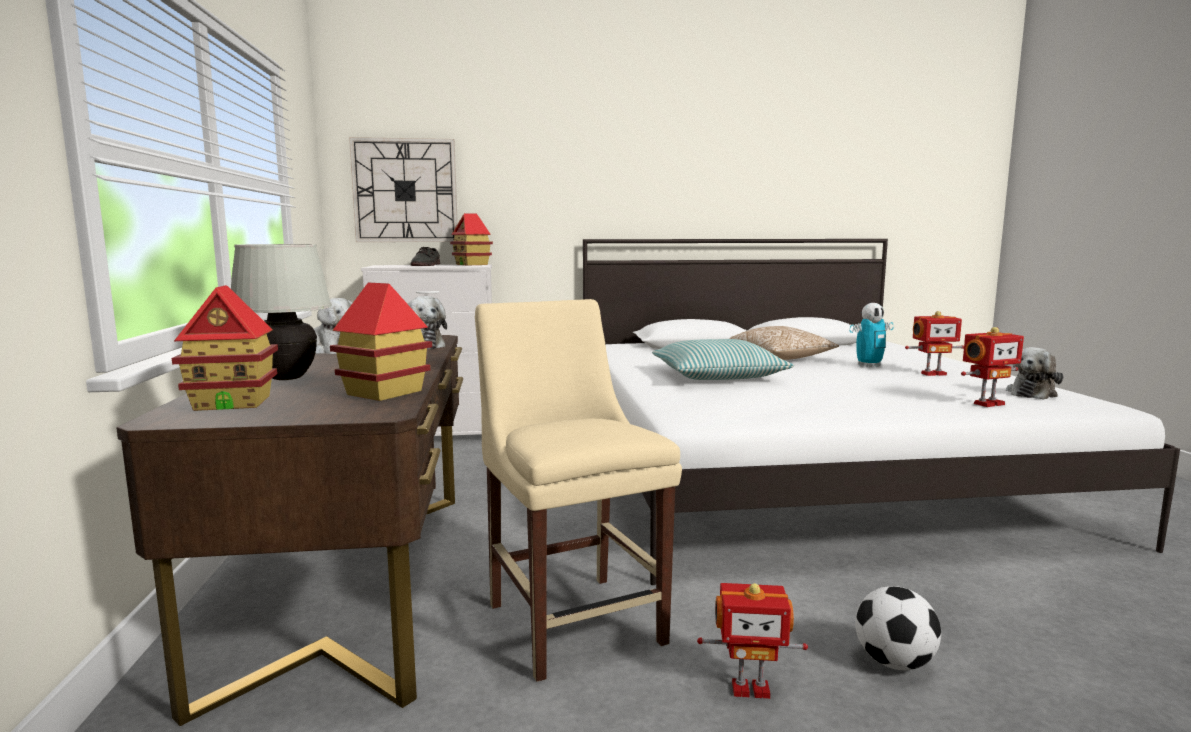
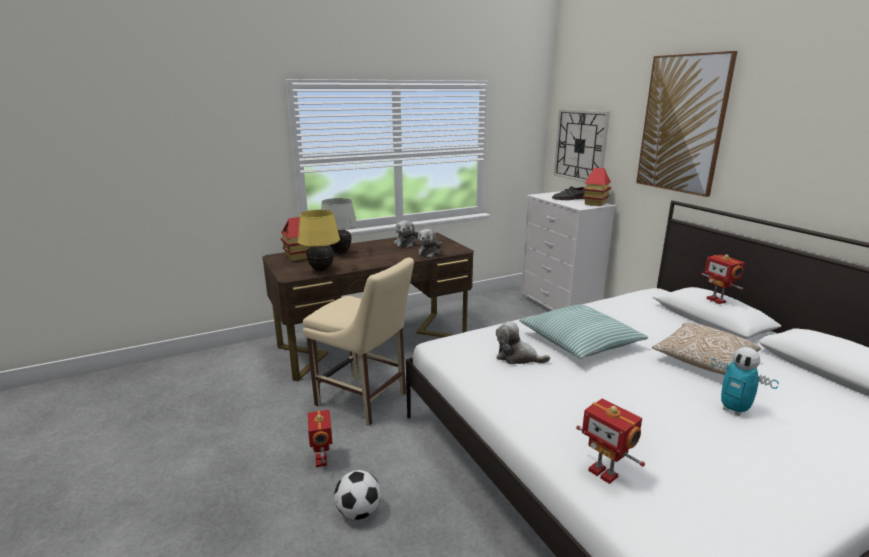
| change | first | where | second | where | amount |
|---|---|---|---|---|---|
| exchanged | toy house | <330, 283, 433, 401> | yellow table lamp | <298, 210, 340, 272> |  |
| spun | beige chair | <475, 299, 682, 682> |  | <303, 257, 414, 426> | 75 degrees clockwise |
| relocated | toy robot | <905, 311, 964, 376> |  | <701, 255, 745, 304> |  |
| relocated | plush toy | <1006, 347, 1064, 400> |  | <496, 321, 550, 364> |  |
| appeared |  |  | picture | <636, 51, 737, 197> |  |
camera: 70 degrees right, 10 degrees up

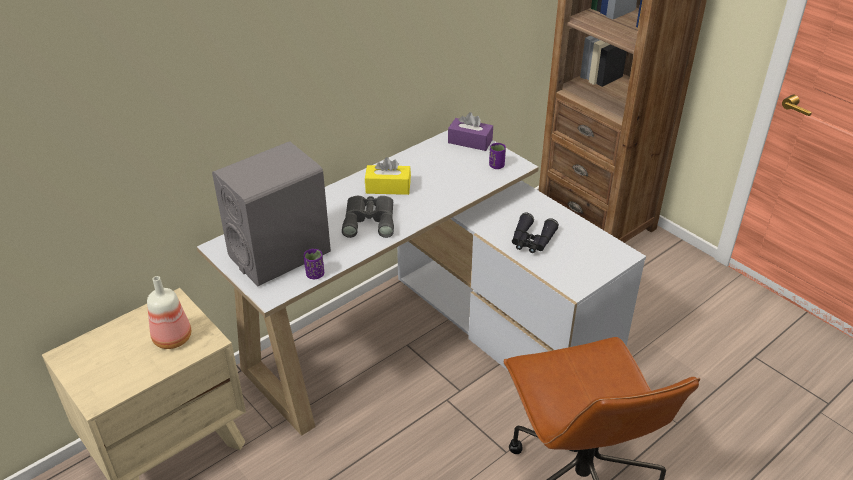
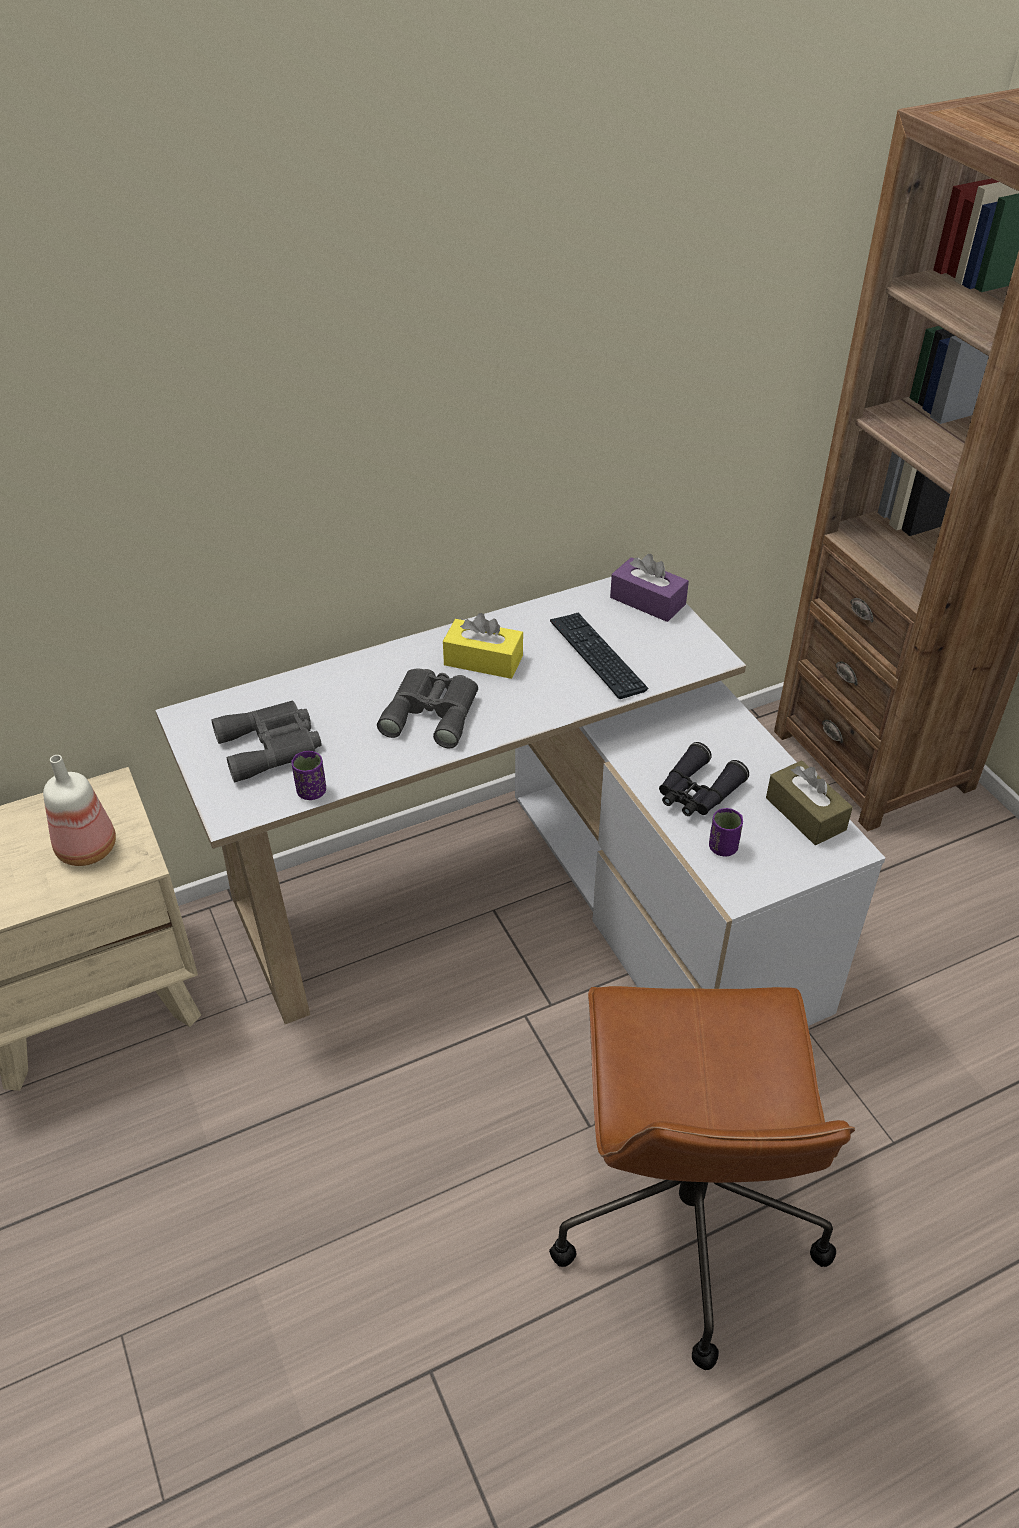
| change | first | where | second | where | amount |
|---|---|---|---|---|---|
| exchanged | grey speaker | <212, 141, 331, 286> | grey binoculars | <211, 700, 322, 783> |  |
| relocated | purple cup | <489, 143, 506, 169> |  | <709, 808, 743, 856> |  |
| appeared |  |  | keyboard | <550, 613, 648, 699> |  |
| appeared |  |  | brown tissue box | <766, 760, 853, 845> |  |
camera: 15 degrees right, 5 degrees up

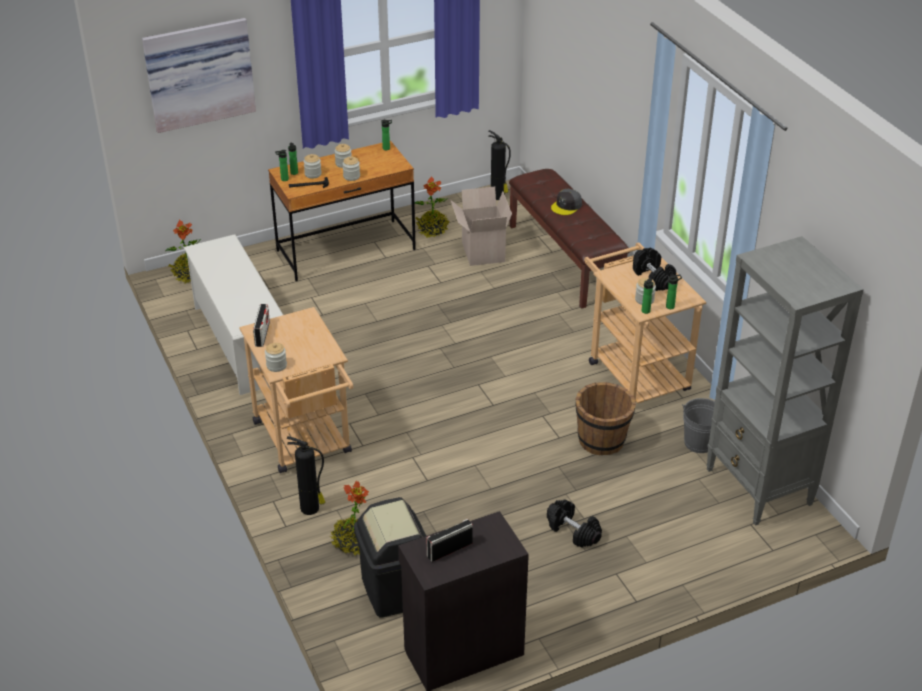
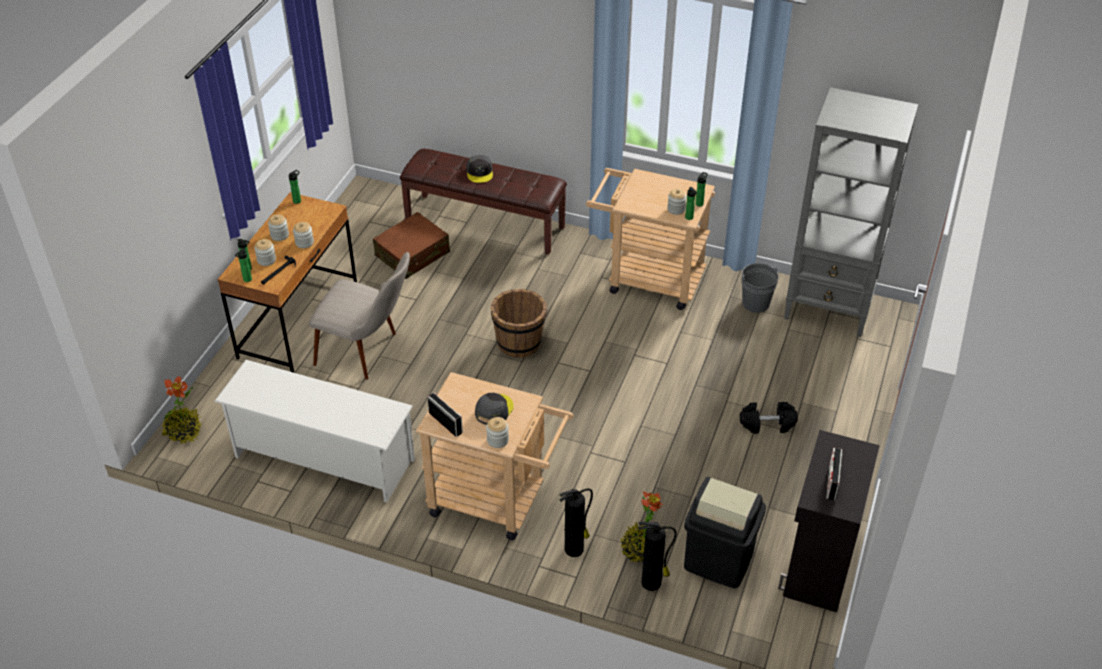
| change | first | where | second | where | amount |
|---|---|---|---|---|---|
| missing | picture | <142, 18, 256, 133> |  |  |  |
| relocated | fire extinguisher | <488, 130, 511, 200> |  | <638, 522, 677, 591> |  |
| missing | potted plant | <415, 177, 449, 238> |  |  |  |
| exchanged | cardboard box | <451, 187, 512, 266> | brown suitcase | <373, 212, 450, 279> |  |
| missing | black dumbbell | <633, 248, 676, 291> |  |  |  |
| relocated | brown bucket | <576, 382, 636, 456> |  | <491, 289, 547, 358> |  |
| appeared |  |  | beige chair | <309, 252, 410, 379> |  |
| appeared |  |  | grey cap | <475, 393, 514, 425> |  |
camera: 45 degrees left, 5 degrees up

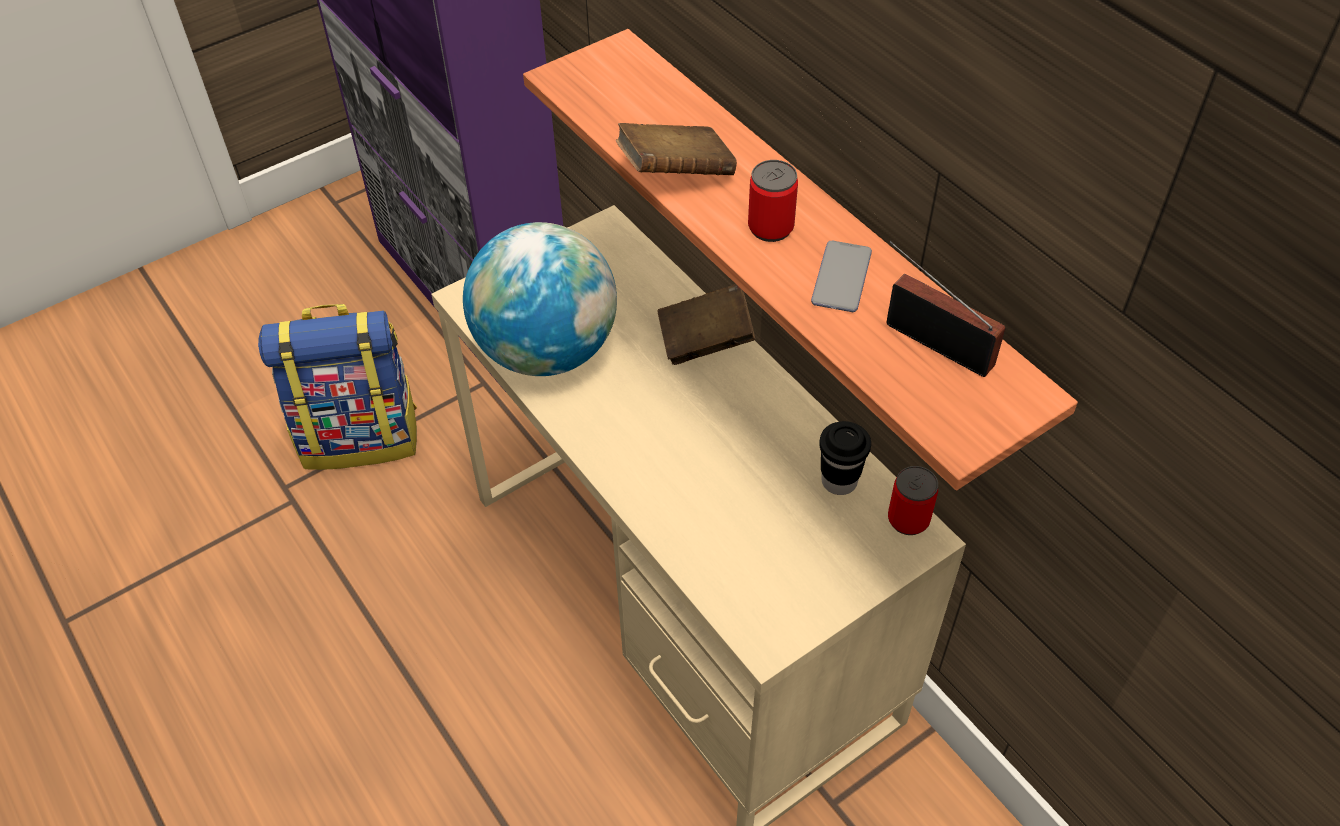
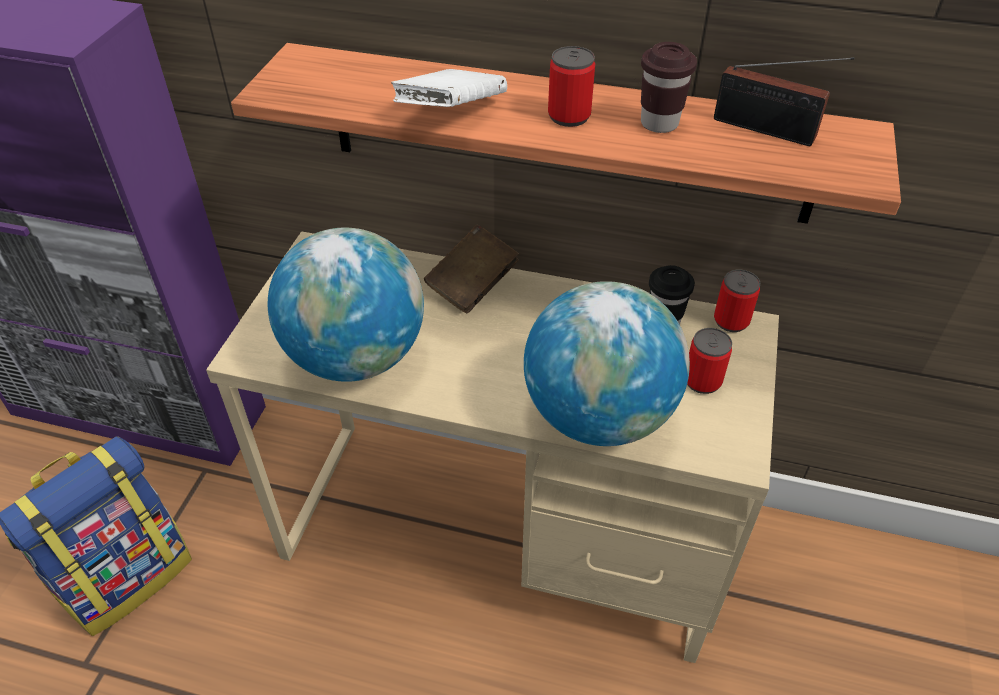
| change | first | where | second | where | amount |
|---|---|---|---|---|---|
| colour | brown book | <616, 123, 737, 175> | white book | <391, 69, 507, 107> |  |
| exchanged | phone | <811, 240, 872, 312> | brown cup | <641, 42, 697, 133> |  |
| spun | radio | <886, 241, 1006, 377> |  | <714, 57, 855, 146> | 150 degrees counterclockwise |
| appeared |  |  | globe | <524, 281, 690, 446> |  |
| appeared |  |  | can | <687, 328, 732, 394> |  |
camera: 40 degrees left, 5 degrees down

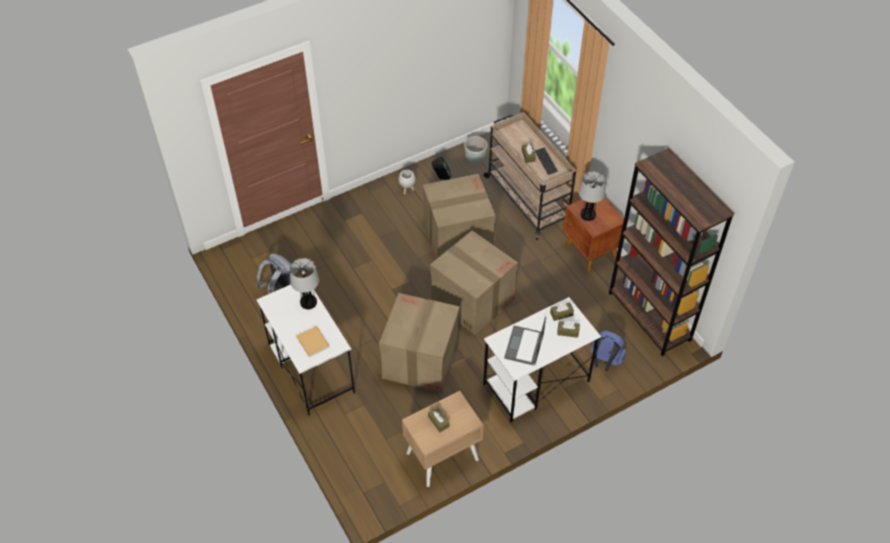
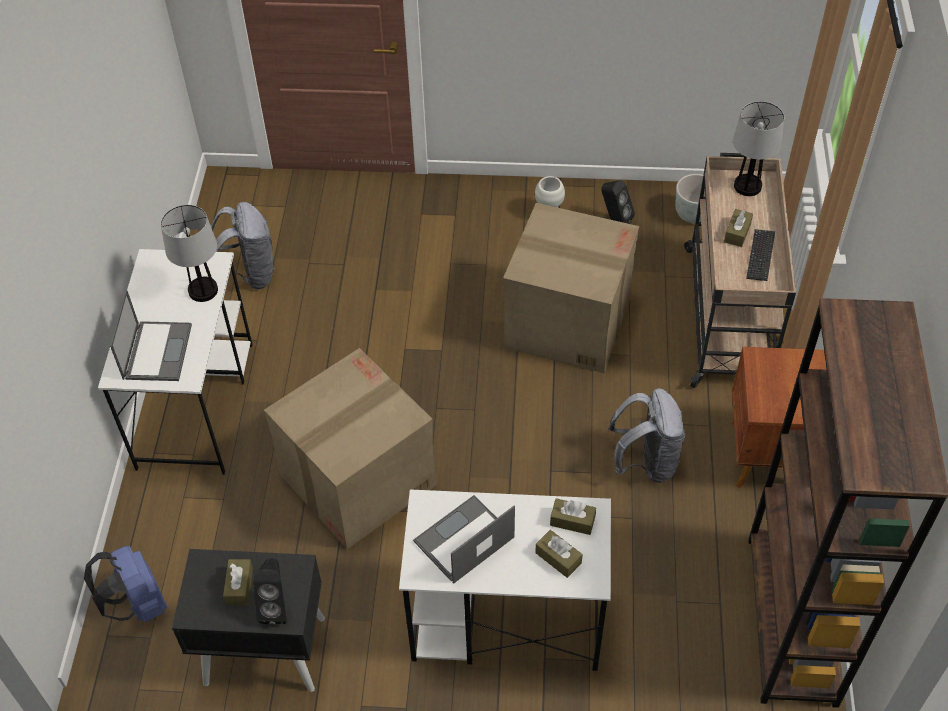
| change | first | where | second | where | amount |
|---|---|---|---|---|---|
| relocated | table lamp | <579, 171, 606, 221> |  | <733, 101, 784, 196> |  |
| missing | cardboard box | <430, 231, 518, 335> |  |  |  |
| exchanged | beige book | <296, 326, 329, 357> | laptop | <110, 290, 192, 381> |  |
| relocated | blue backpack | <591, 330, 626, 371> |  | <84, 545, 167, 622> |  |
| colour | beige nightstand | <402, 391, 484, 487> | black nightstand | <172, 549, 325, 692> |  |
| appeared |  |  | grey backpack | <608, 388, 685, 483> |  |
| appeared |  |  | black speaker | <253, 558, 287, 626> |  |
camera: 35 degrees right, 0 degrees up

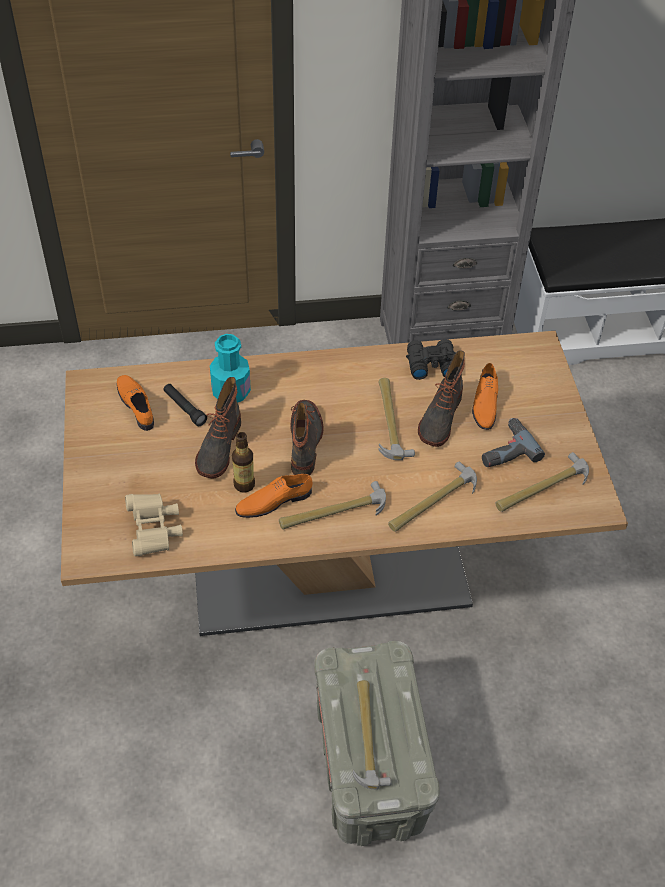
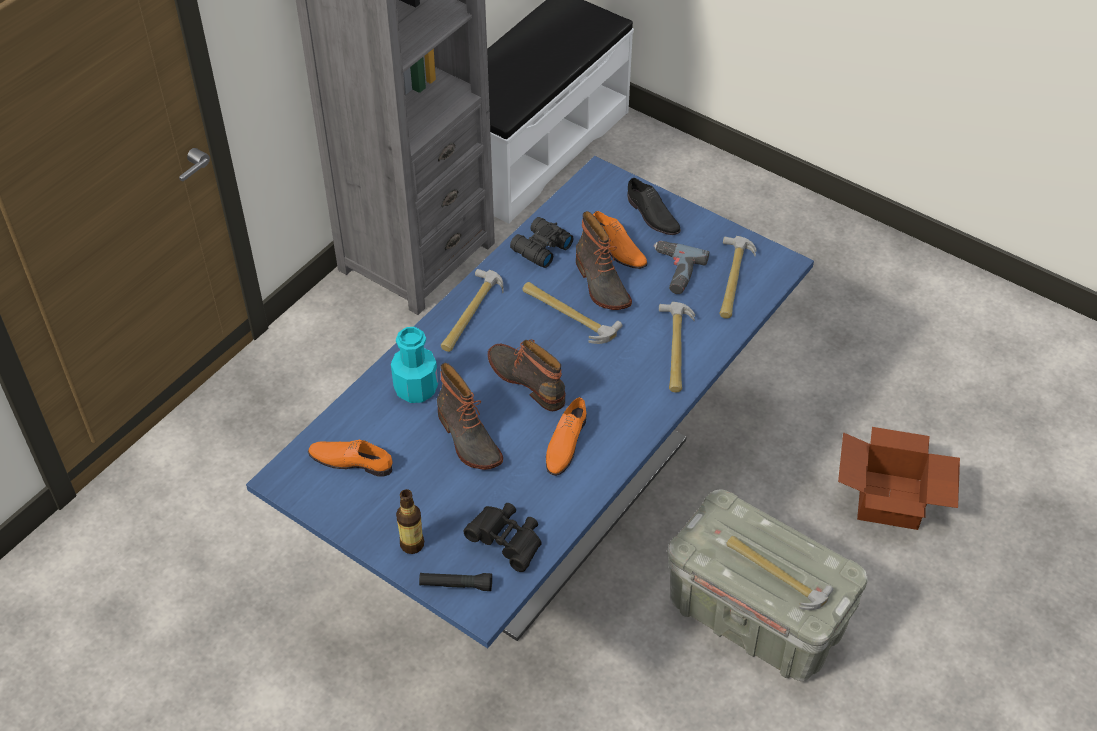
| change | first | where | second | where | amount |
|---|---|---|---|---|---|
| colour | beige dining table | <61, 331, 628, 636> | blue dining table | <246, 156, 814, 648> |  |
| relocated | black flashlight | <163, 384, 207, 426> |  | <419, 573, 492, 591> |  |
| relocated | bottle | <232, 432, 255, 493> |  | <396, 489, 424, 554> |  |
| relocated | hammer | <279, 481, 386, 529> |  | <441, 269, 503, 352> |  |
| colour | beige binoculars | <125, 493, 183, 556> | black binoculars | <464, 503, 542, 572> |  |
| appeared |  |  | black shoe | <627, 178, 681, 235> |  |
| appeared |  |  | cardboard box | <838, 427, 960, 530> |  |
camera: 45 degrees left, 0 degrees up

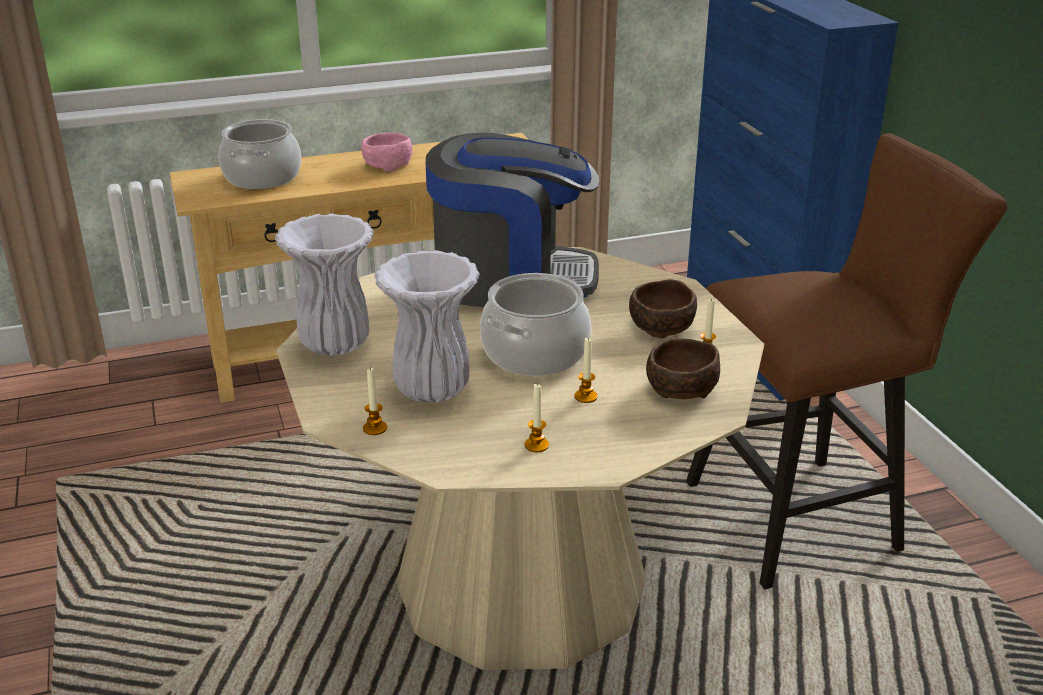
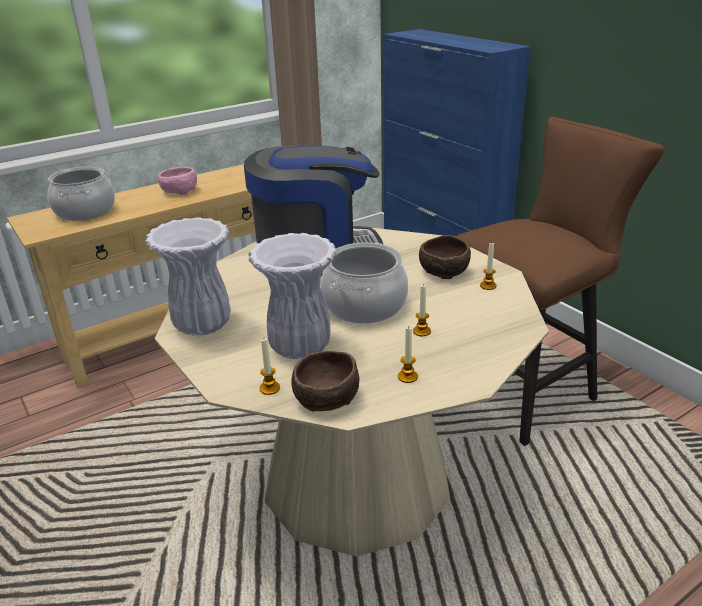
| change | first | where | second | where | amount |
|---|---|---|---|---|---|
| relocated | brown bowl | <646, 338, 720, 399> |  | <291, 351, 359, 411> |  |
camera: 15 degrees left, 0 degrees up

